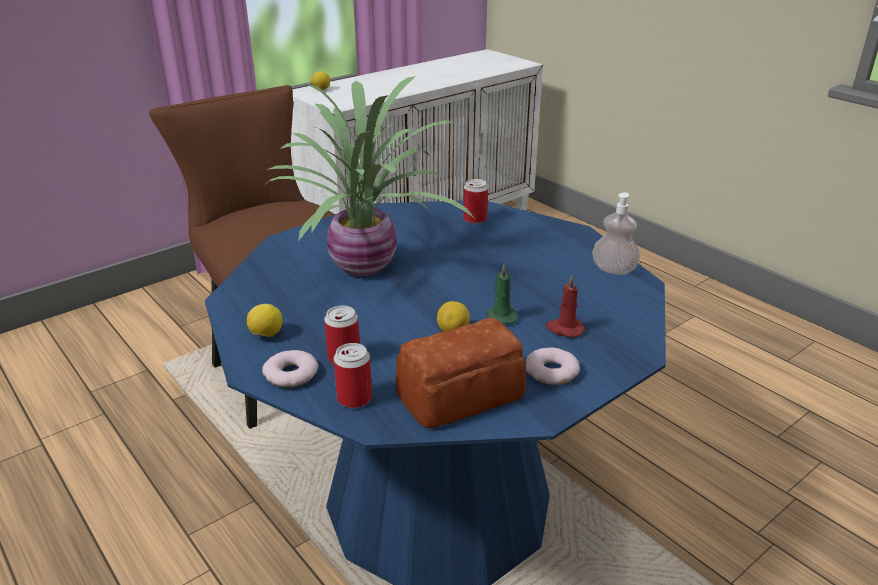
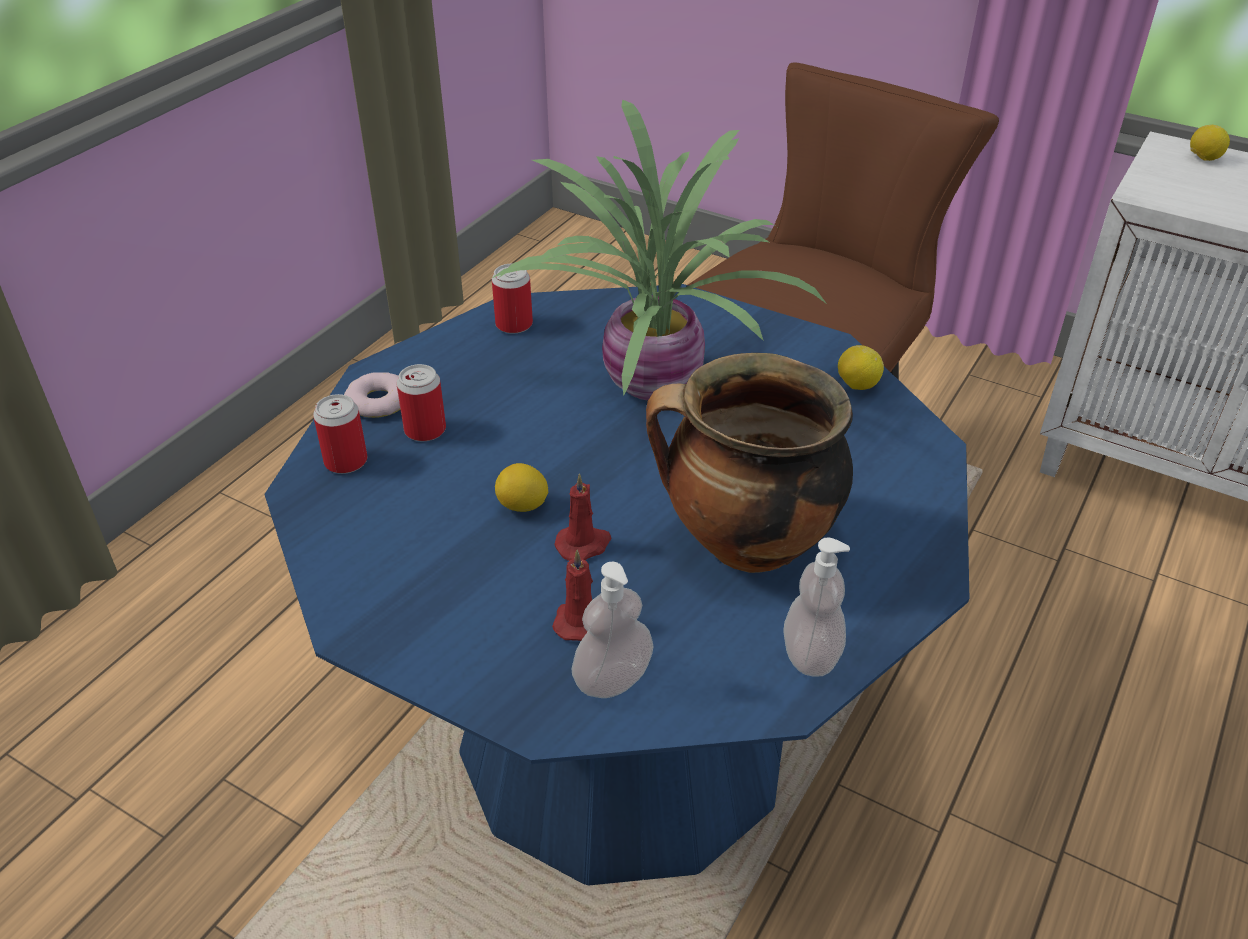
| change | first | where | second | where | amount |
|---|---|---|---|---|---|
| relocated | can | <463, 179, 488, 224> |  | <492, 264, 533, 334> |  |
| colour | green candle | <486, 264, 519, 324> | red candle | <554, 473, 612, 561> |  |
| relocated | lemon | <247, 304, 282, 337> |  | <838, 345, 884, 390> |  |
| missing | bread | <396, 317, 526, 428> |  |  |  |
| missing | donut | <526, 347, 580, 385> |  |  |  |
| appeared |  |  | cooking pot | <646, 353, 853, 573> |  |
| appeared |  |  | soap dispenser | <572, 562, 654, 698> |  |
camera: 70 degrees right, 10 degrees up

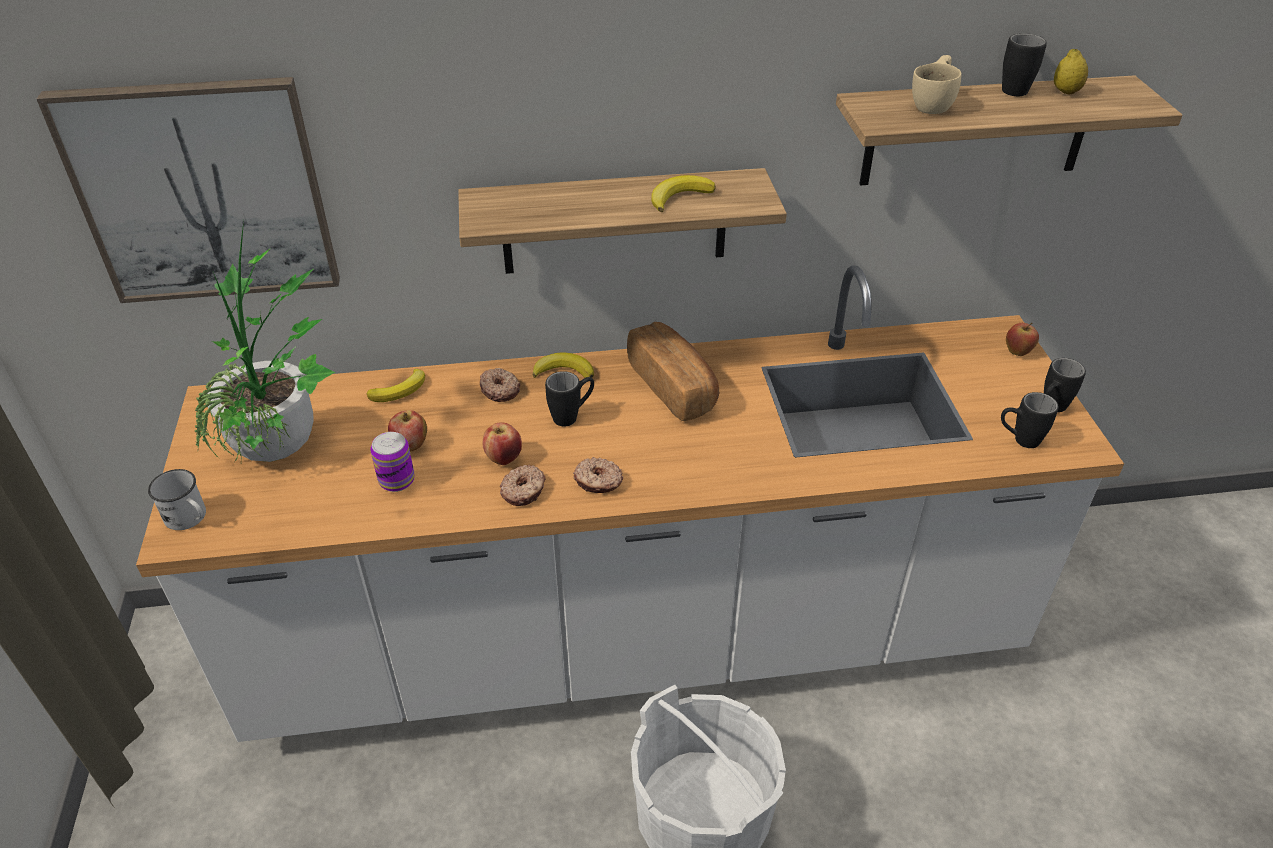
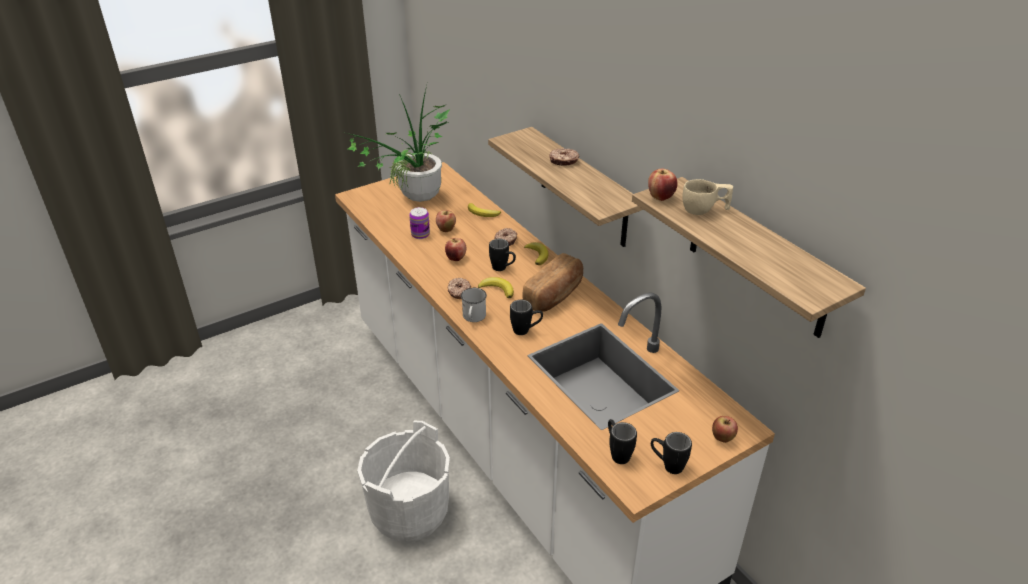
| change | first | where | second | where | amount |
|---|---|---|---|---|---|
| relocated | black mug | <1002, 33, 1047, 96> |  | <510, 300, 543, 335> |  |
| missing | lemon | <1054, 49, 1088, 94> |  |  |  |
| missing | picture | <37, 77, 340, 303> |  |  |  |
| relocated | banana | <651, 175, 716, 212> |  | <478, 277, 514, 298> |  |
| relocated | donut | <500, 465, 546, 506> |  | <550, 148, 580, 166> |  |
| relocated | white mug | <148, 469, 206, 530> |  | <461, 288, 487, 322> |  |
| appeared |  |  | apple | <648, 169, 677, 201> |  |
camera: 65 degrees right, 5 degrees down

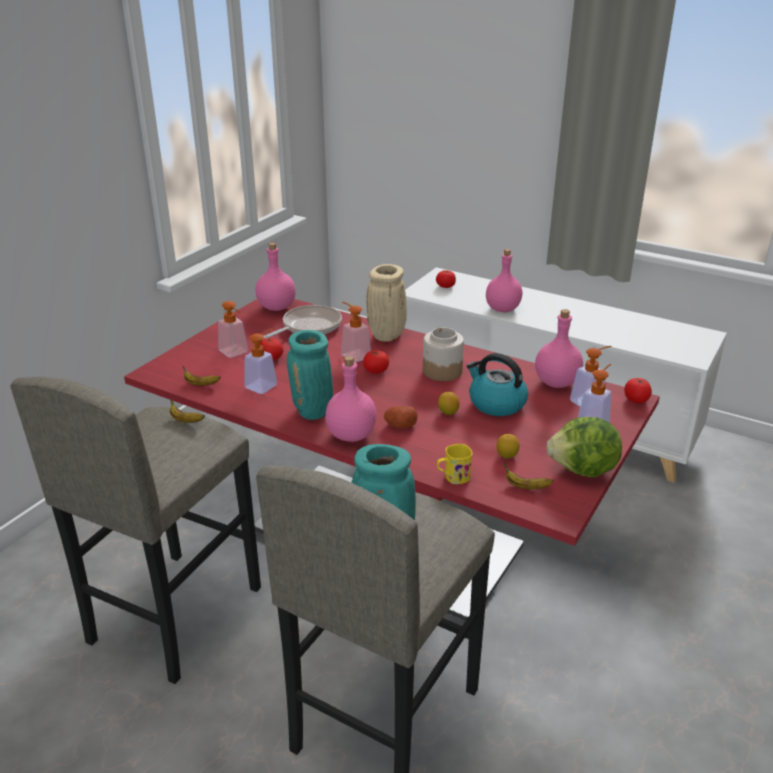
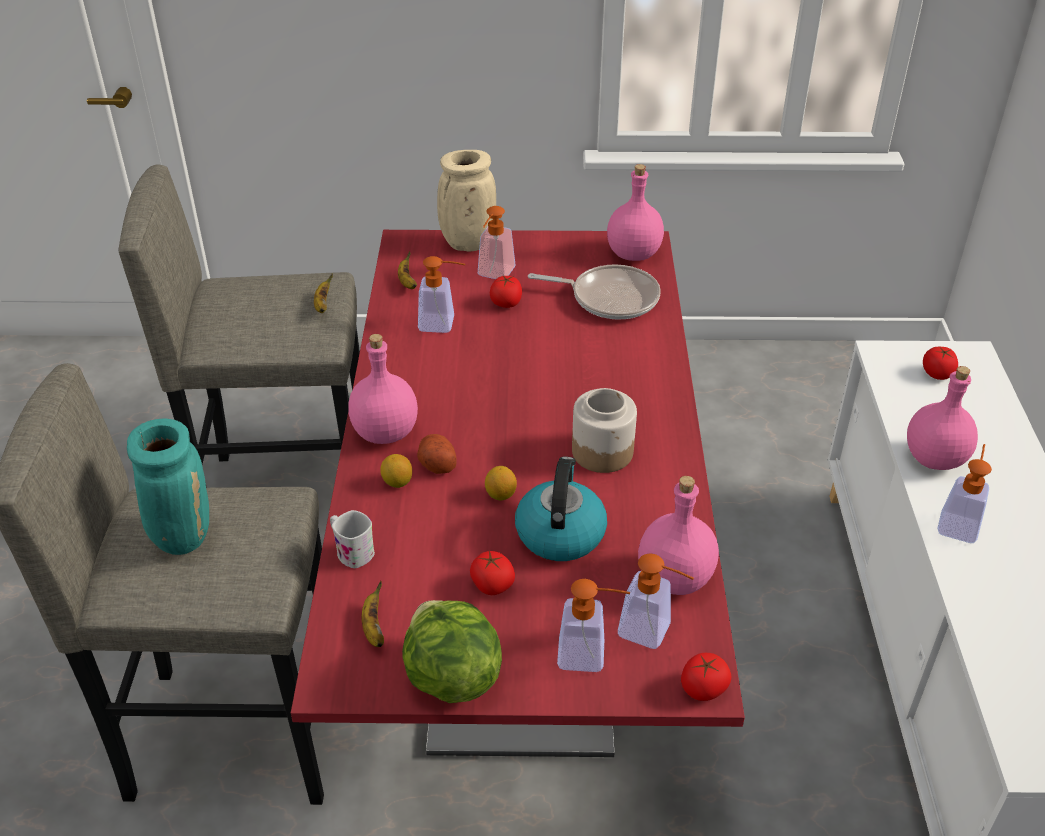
| change | first | where | second | where | amount |
|---|---|---|---|---|---|
| relocated | beige vase | <366, 264, 407, 342> |  | <437, 150, 496, 252> |  |
| relocated | soap dispenser | <341, 302, 371, 363> |  | <937, 444, 992, 543> |  |
| missing | turquoise vase | <287, 330, 333, 420> |  |  |  |
| relocated | tomato | <363, 350, 389, 374> |  | <470, 550, 515, 595> |  |
| relocated | lemon | <497, 434, 520, 459> |  | <380, 454, 412, 488> |  |
| colour | yellow mug | <437, 444, 473, 484> | white mug | <330, 510, 375, 568> |  |
camera: 60 degrees right, 10 degrees up

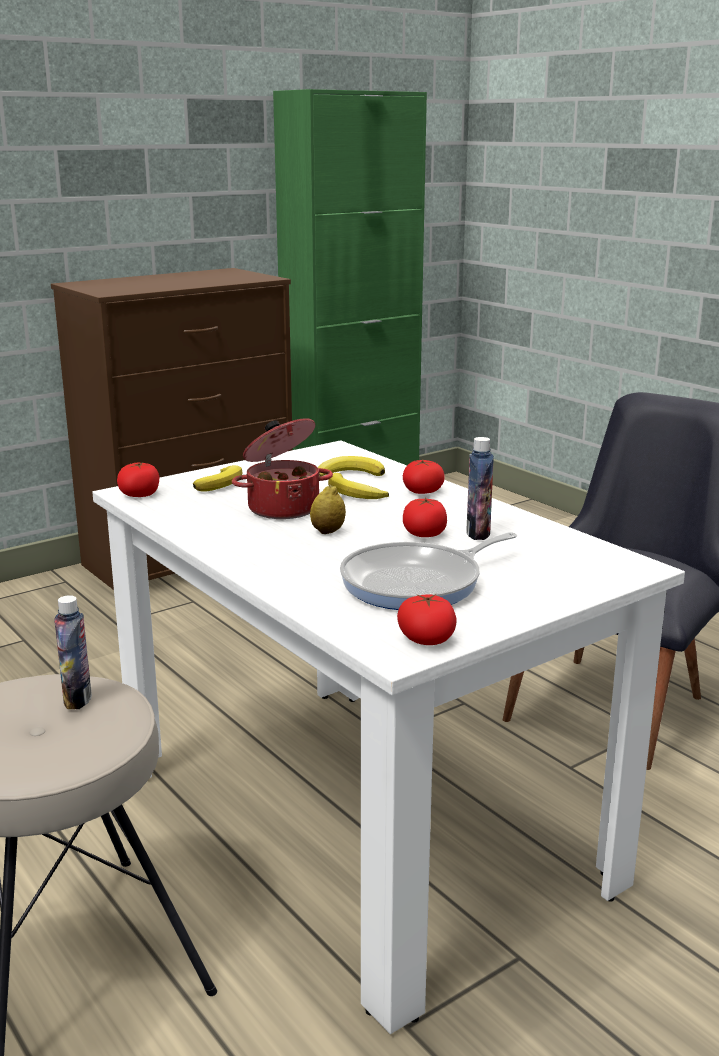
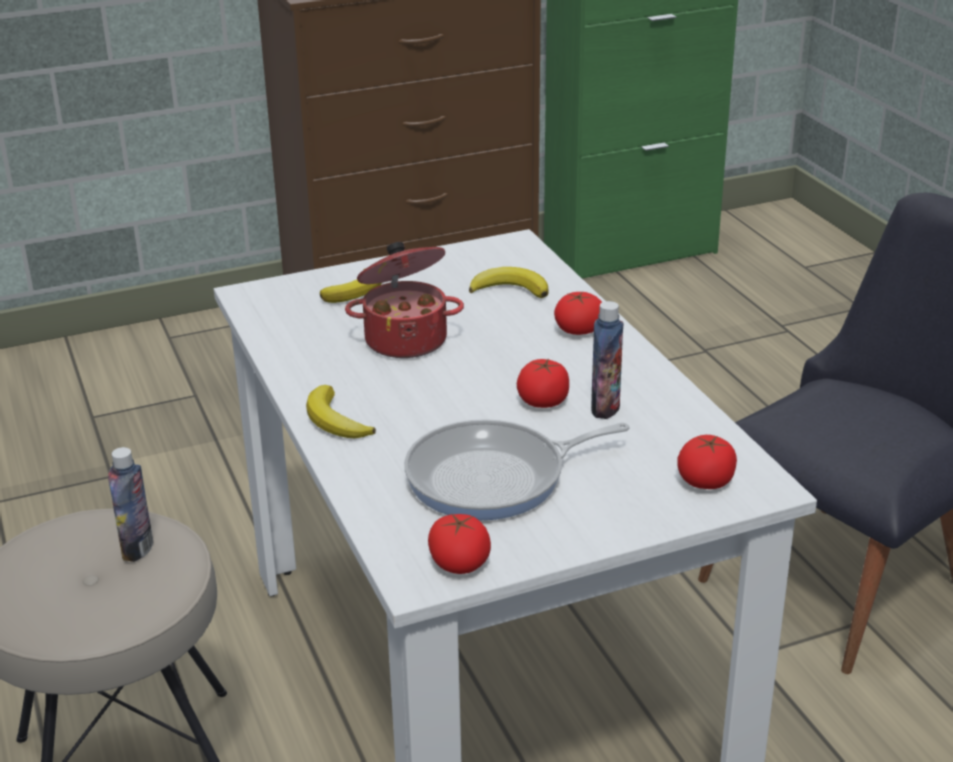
| change | first | where | second | where | amount |
|---|---|---|---|---|---|
| relocated | tomato | <117, 462, 159, 497> |  | <677, 435, 737, 489> |  |
| relocated | banana | <328, 473, 389, 499> |  | <306, 385, 376, 438> |  |
| missing | lemon | <310, 485, 346, 534> |  |  |  |
camera: 15 degrees right, 10 degrees up

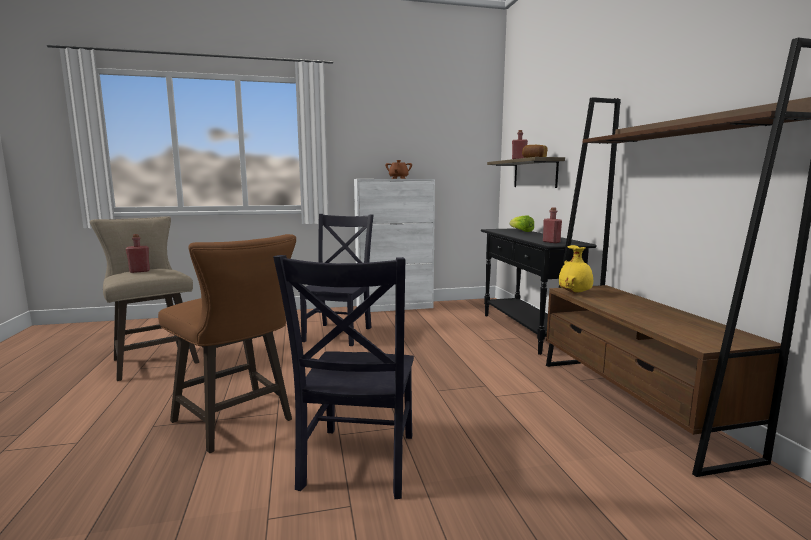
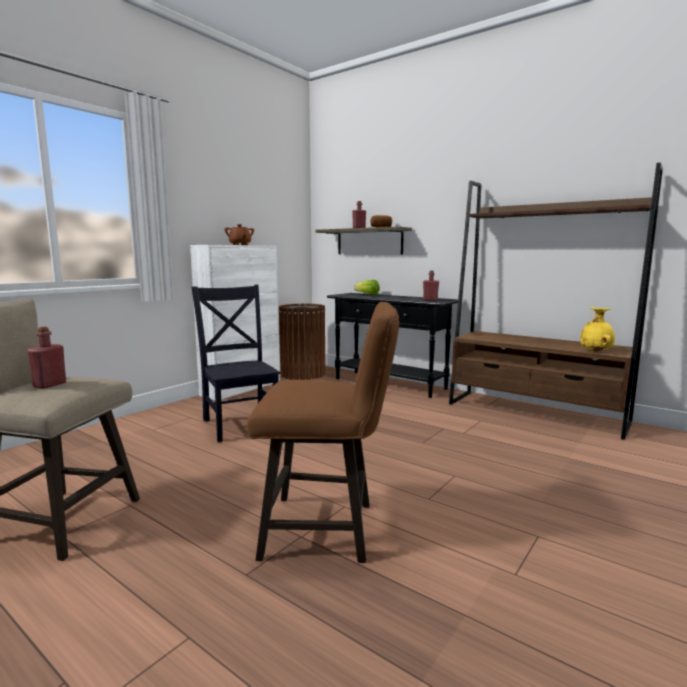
| change | first | where | second | where | amount |
|---|---|---|---|---|---|
| relocated | yellow vase | <559, 245, 593, 294> |  | <580, 307, 615, 352> |  |
| missing | black chair | <273, 255, 414, 499> |  |  |  |
| appeared |  |  | brown trash can | <278, 304, 325, 380> |  |
camera: 40 degrees left, 0 degrees up

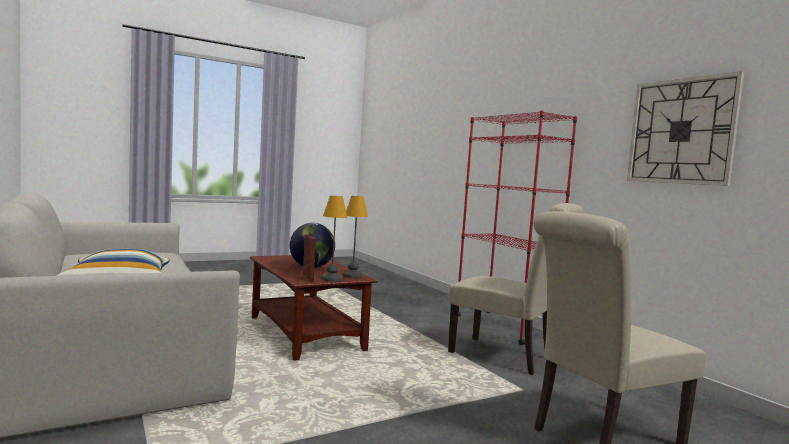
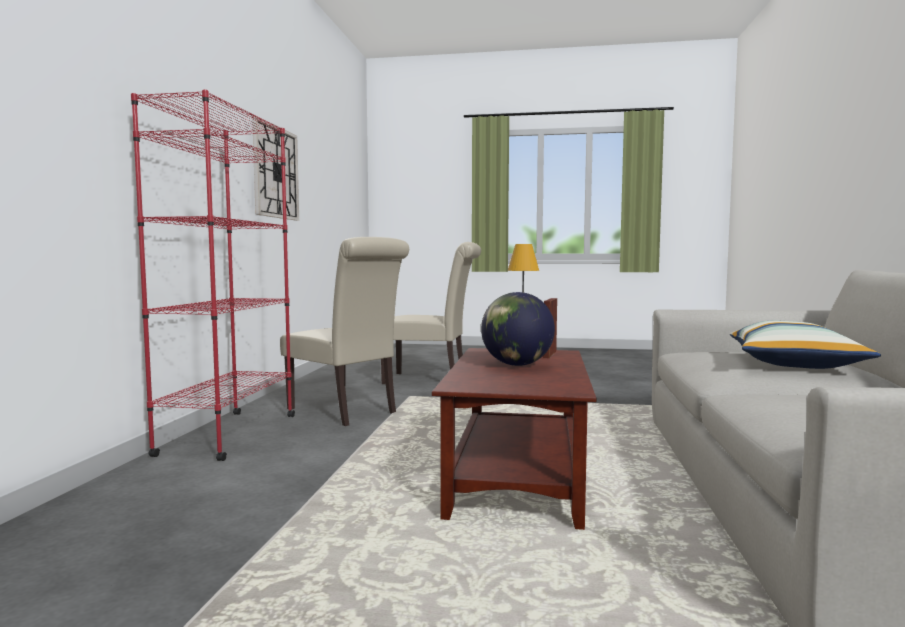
| change | first | where | second | where | amount |
|---|---|---|---|---|---|
| missing | table lamp | <343, 196, 368, 278> |  |  |  |
| spun | beige chair | <448, 203, 584, 375> |  | <280, 237, 409, 426> | 150 degrees clockwise |
camera: 140 degrees left, 0 degrees up

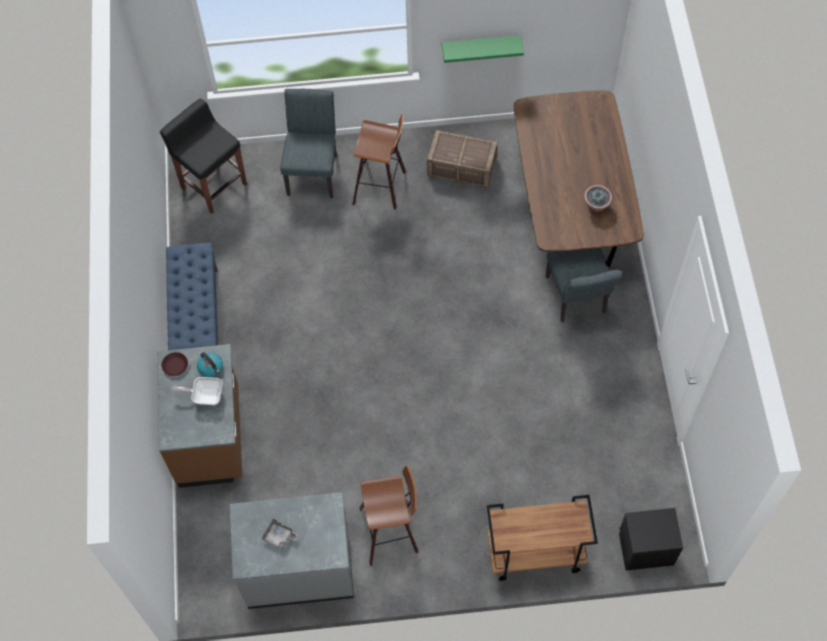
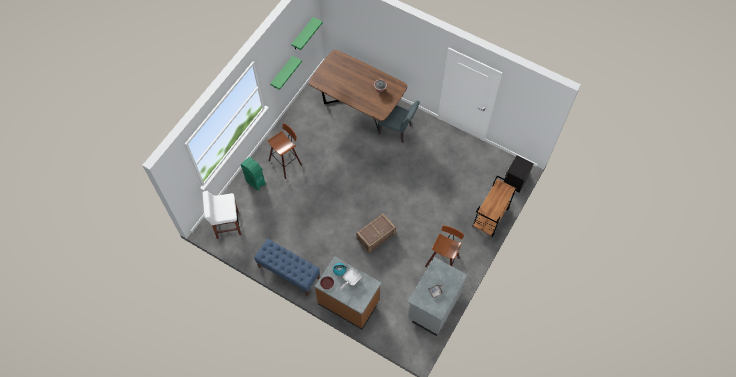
| change | first | where | second | where | amount |
|---|---|---|---|---|---|
| exchanged | grey chair | <280, 89, 337, 198> | green trash can | <240, 157, 265, 191> |  |
| colour | black stool | <160, 99, 247, 214> | white stool | <203, 191, 241, 239> |  |
| relocated | crate | <427, 130, 498, 188> |  | <356, 213, 396, 253> |  |
| appeared |  |  | green shelf | <291, 17, 323, 50> |  |
camera: 55 degrees left, 0 degrees up

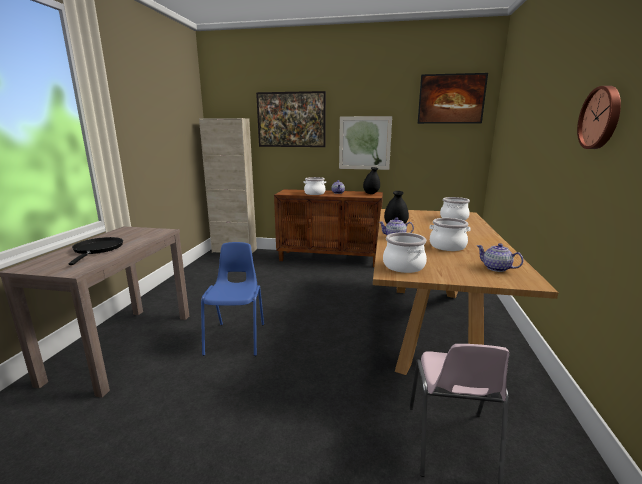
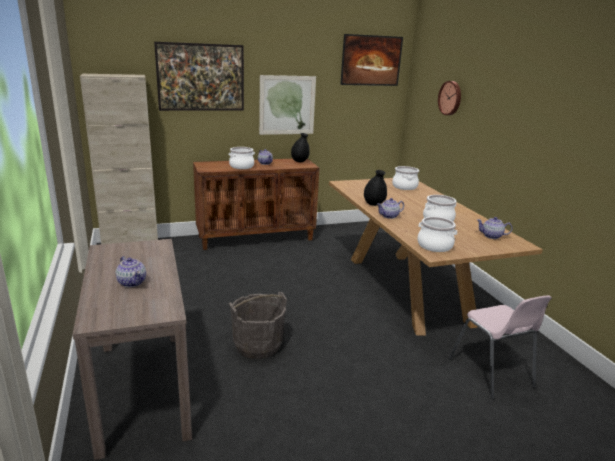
| change | first | where | second | where | amount |
|---|---|---|---|---|---|
| relocated | wall clock | <577, 86, 621, 149> |  | <438, 81, 461, 115> |  |
| exchanged | black frying pan | <69, 237, 123, 265> | teapot | <116, 256, 146, 287> |  |
| exchanged | blue chair | <201, 242, 264, 356> | grey bucket | <229, 292, 287, 359> |  |
camera: 30 degrees left, 5 degrees up

